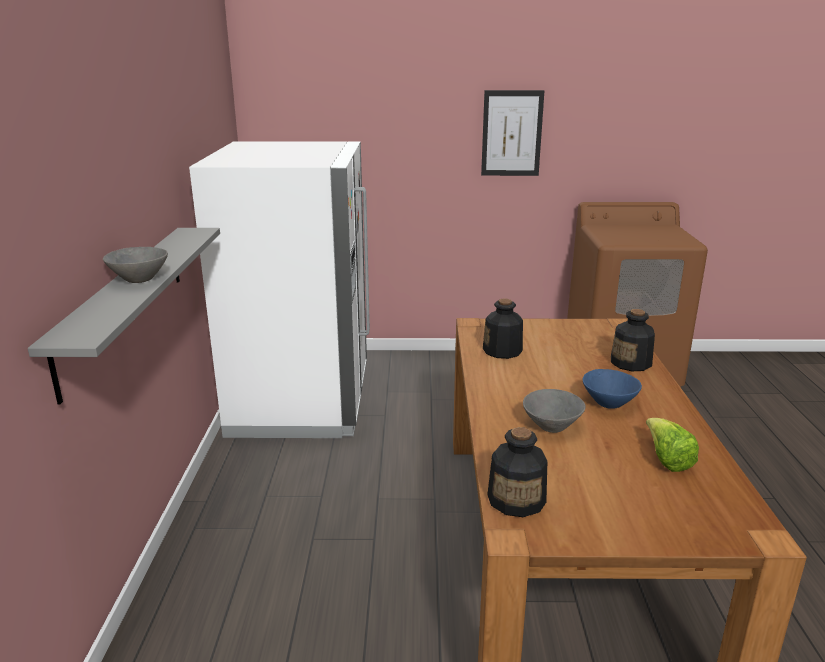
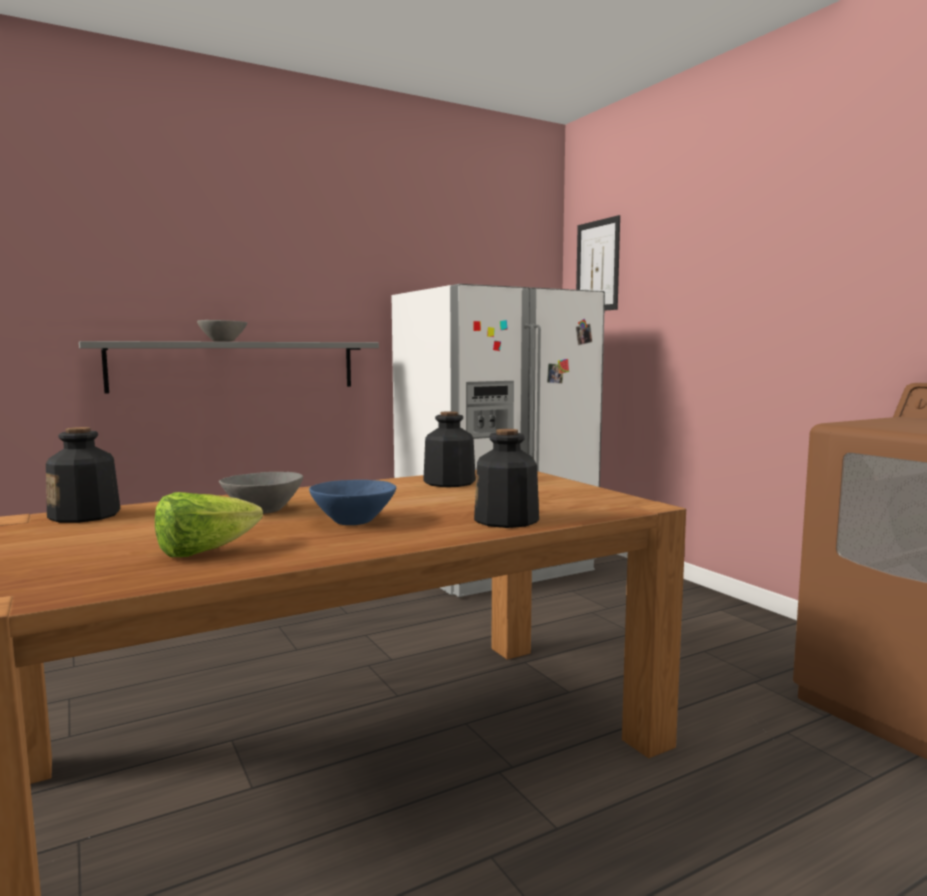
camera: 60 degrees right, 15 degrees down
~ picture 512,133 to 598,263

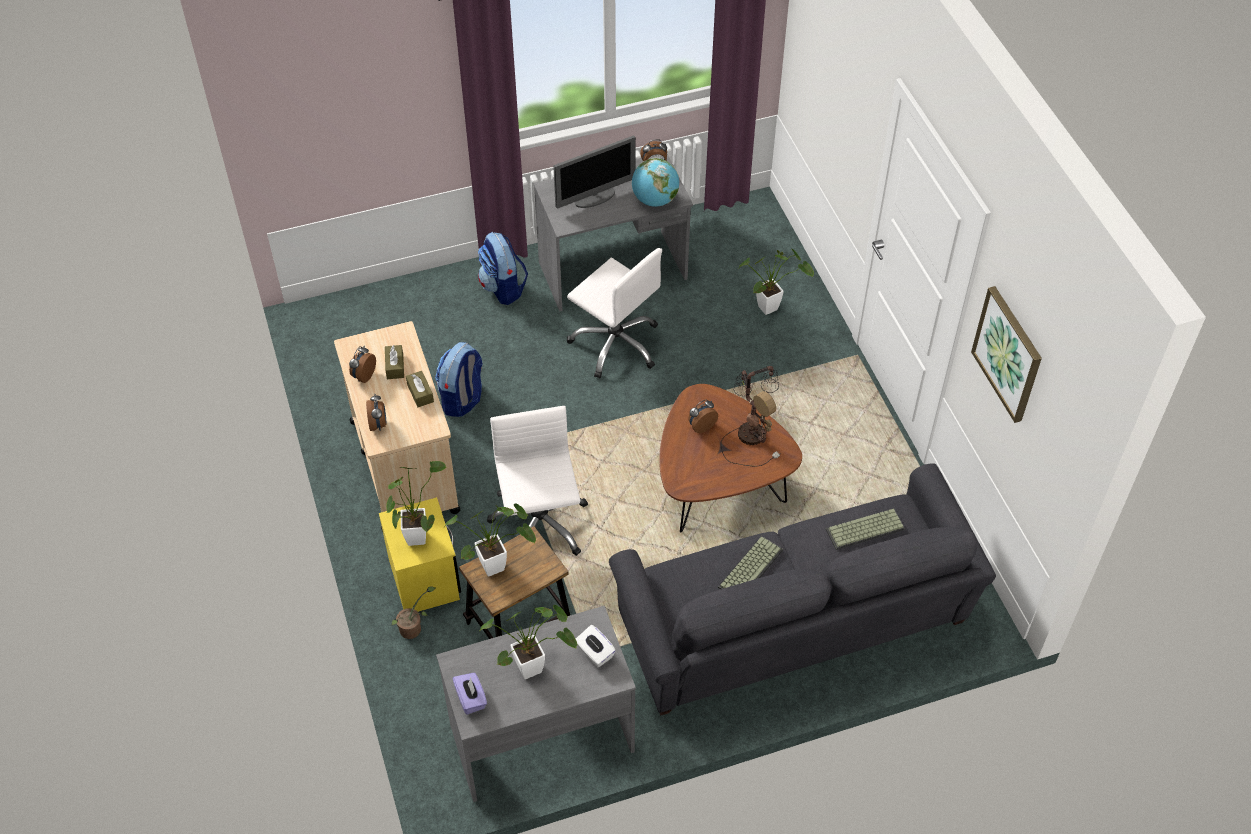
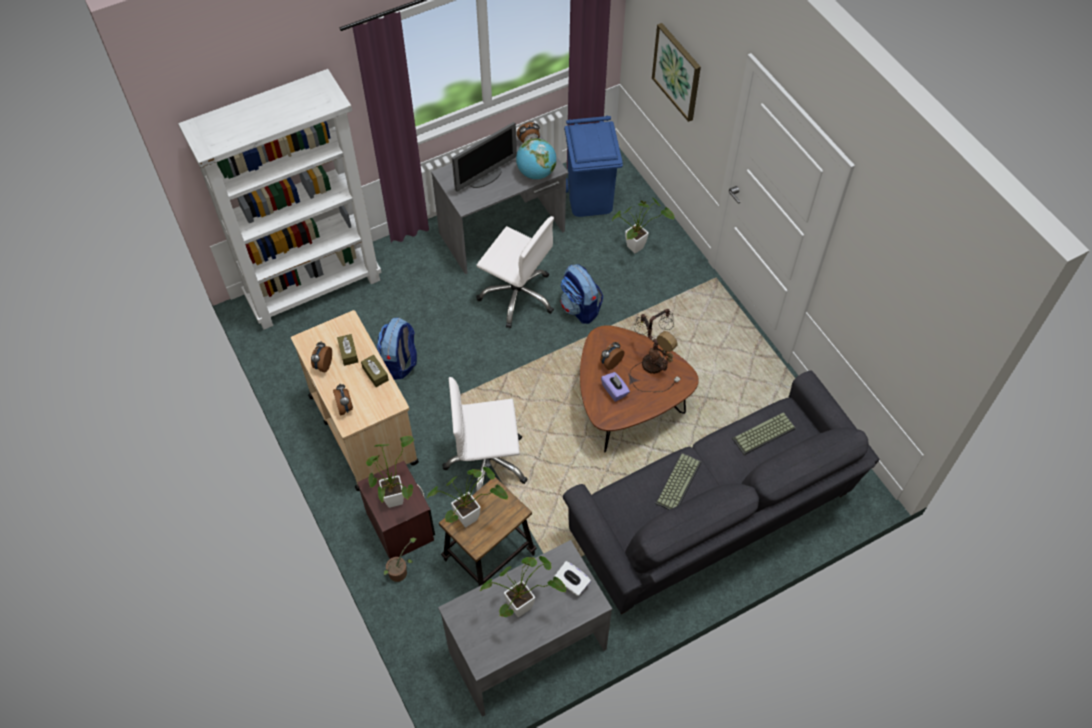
camera: 10 degrees left, 5 degrees up
+ white_bookcase 280,199
+ blue_trash_can 593,166
~ purple_tissue_box 470,694 to 615,387
~ backpack 503,268 to 582,294
~ picture 1006,354 to 676,72
~ yellow_nightstand 420,554 to brown_nightstand 396,510
~ white_office_chair 537,481 = 485,434 75 degrees counterclockwise

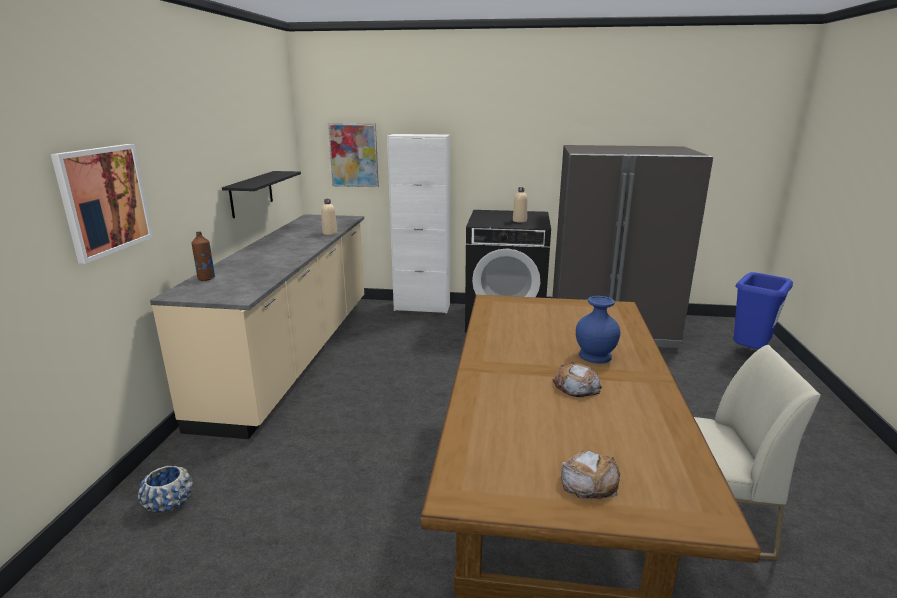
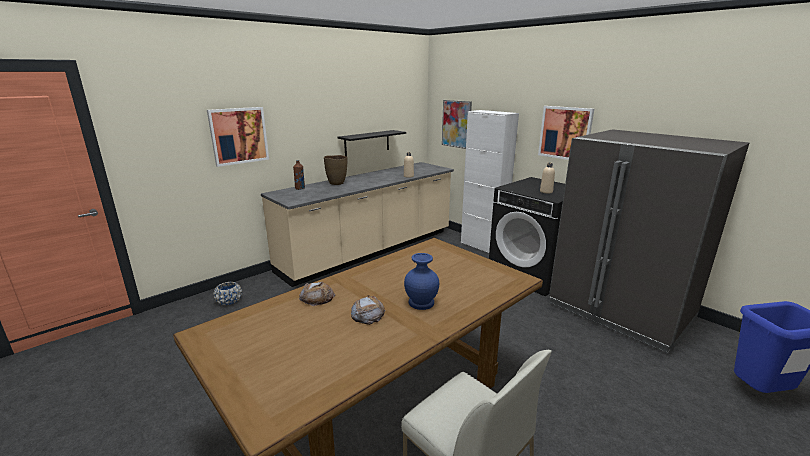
camera: 40 degrees right, 0 degrees up
+ brown_vase 336,170
+ picture 566,133
~ bread 590,474 to 317,294

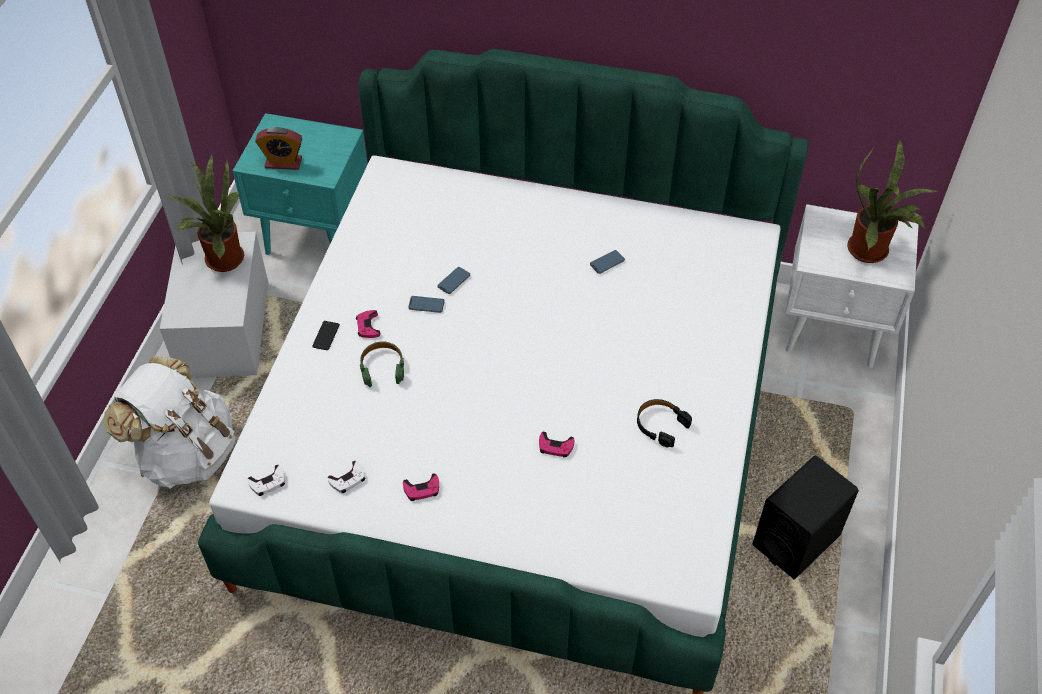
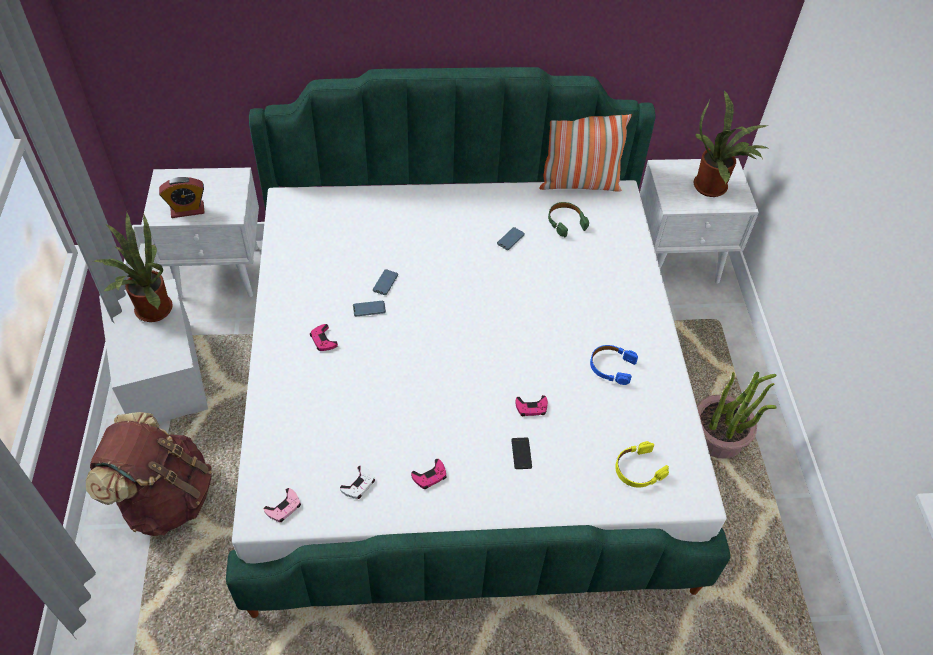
camera: 20 degrees left, 0 degrees up
+ pillow 585,153
+ yellow_headphones 642,464
~ phone 326,335 to 521,453
~ green_headphones 382,364 to 568,220
~ black_speaker 806,517 to potted_plant 737,415
~ white_backpack 169,422 to brown_backpack 149,474
~ turquoise_nightstand 300,184 to white_nightstand 200,233
~ white_game_controller 266,480 to pink_game_controller 282,505
~ black_headphones 664,423 to blue_headphones 614,365

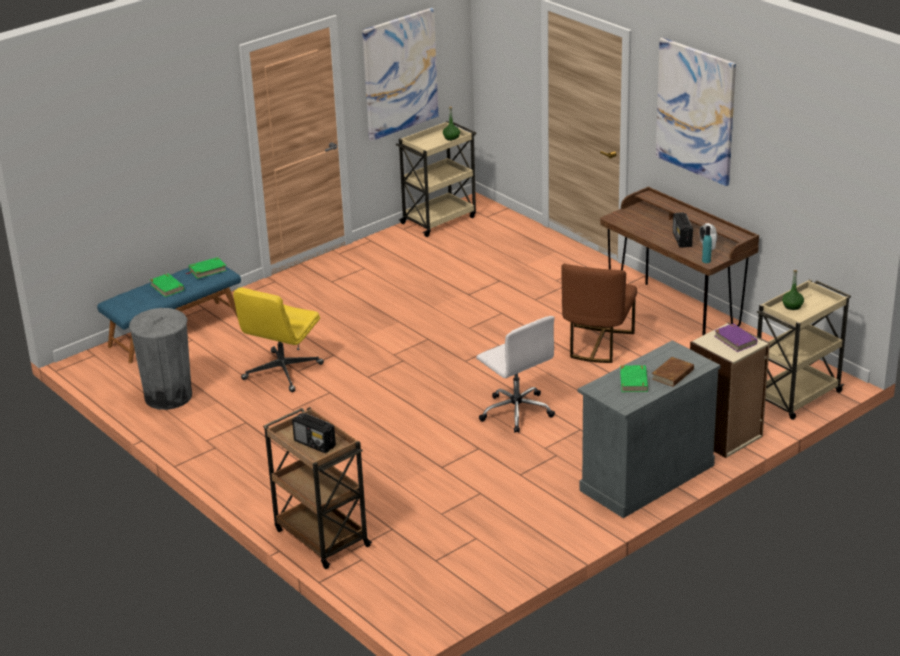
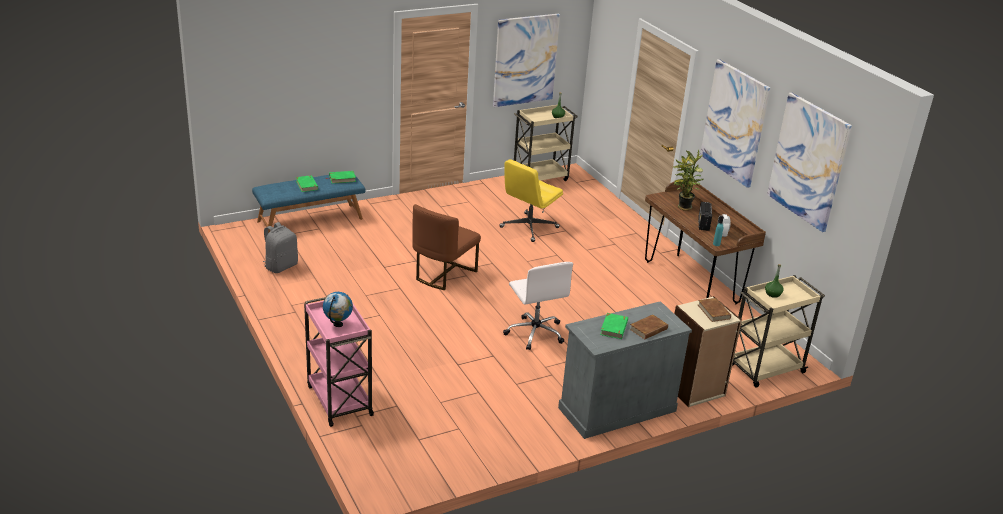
camera: 10 degrees right, 0 degrees up
+ potted_plant 688,180
+ picture 809,162
~ yellow_office_chair 278,339 to 531,200
~ brown_chair 599,313 to 446,247
~ grey_trash_can 160,359 to grey_backpack 280,247
~ radio 314,433 to globe 338,309
~ brown_cart 317,488 to pink_cart 339,360
~ purple_book 735,337 to brown_book 714,310

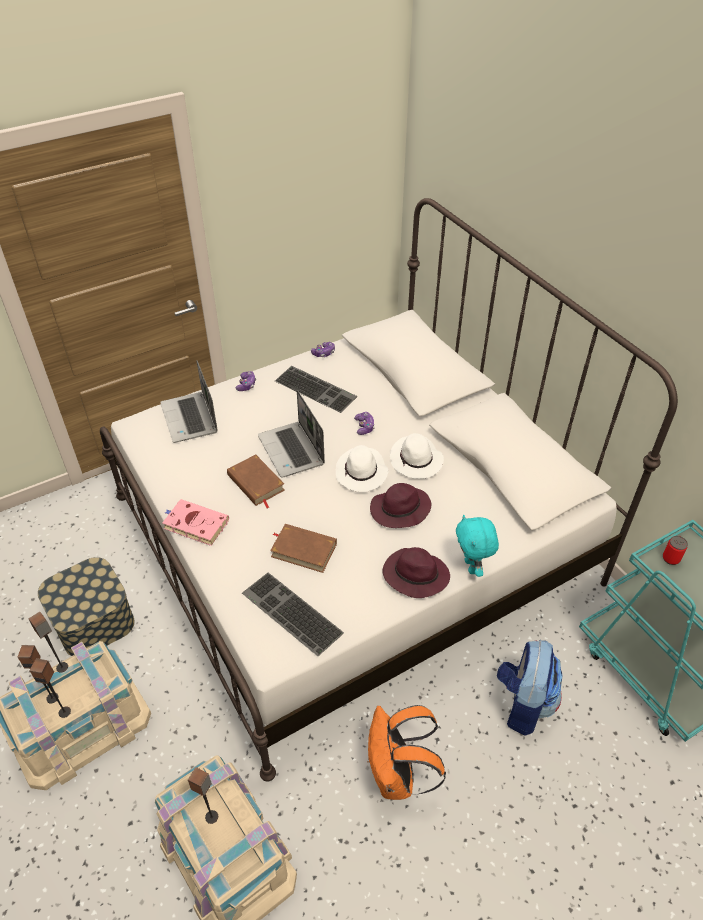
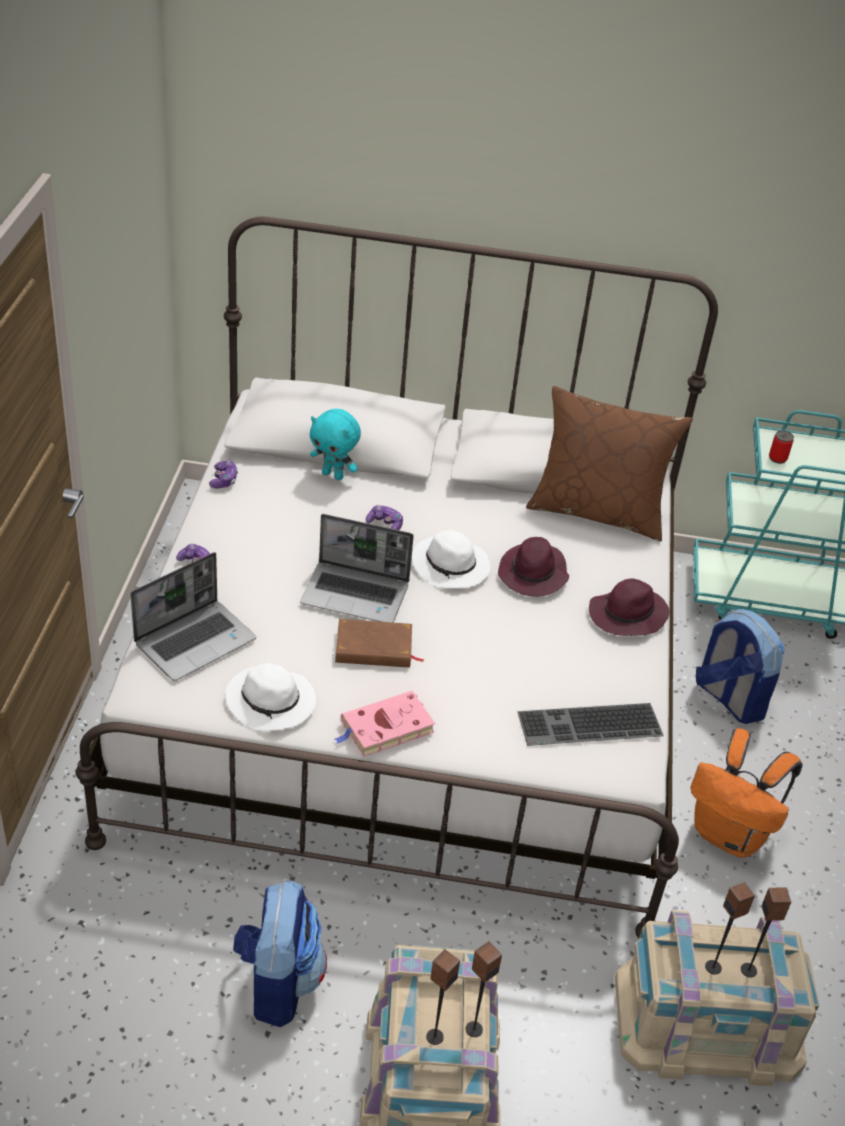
camera: 55 degrees left, 5 degrees down
- brown_book 303,548
- keyboard 316,389
+ brown_pillow 609,464
~ speaker 48,642 to 766,932
~ white_hat 417,456 to 270,697
~ turquoise_plush_toy 477,545 to 335,444
~ storage_box 86,606 to backpack 280,954
~ laptop 189,401 = 193,616 60 degrees counterclockwise

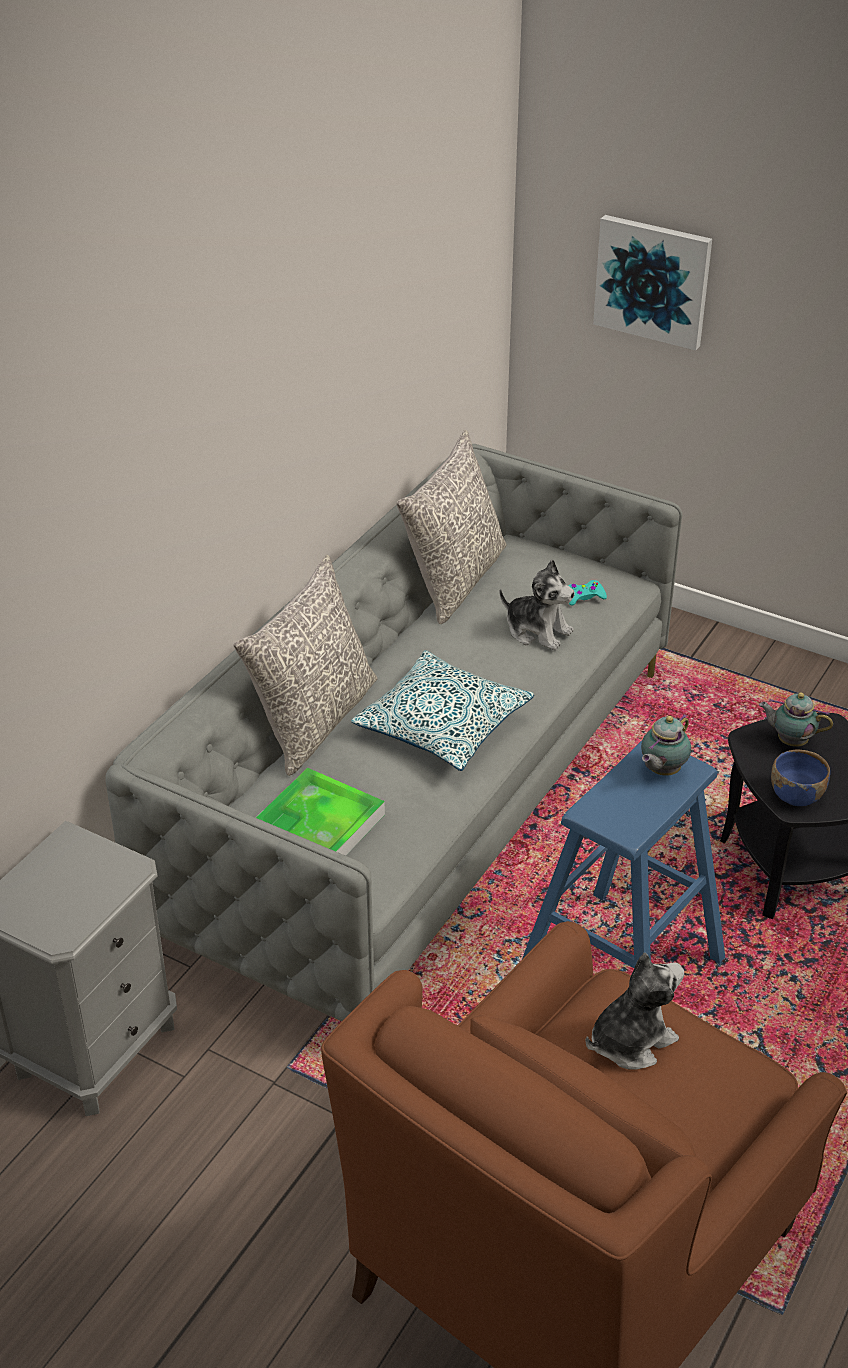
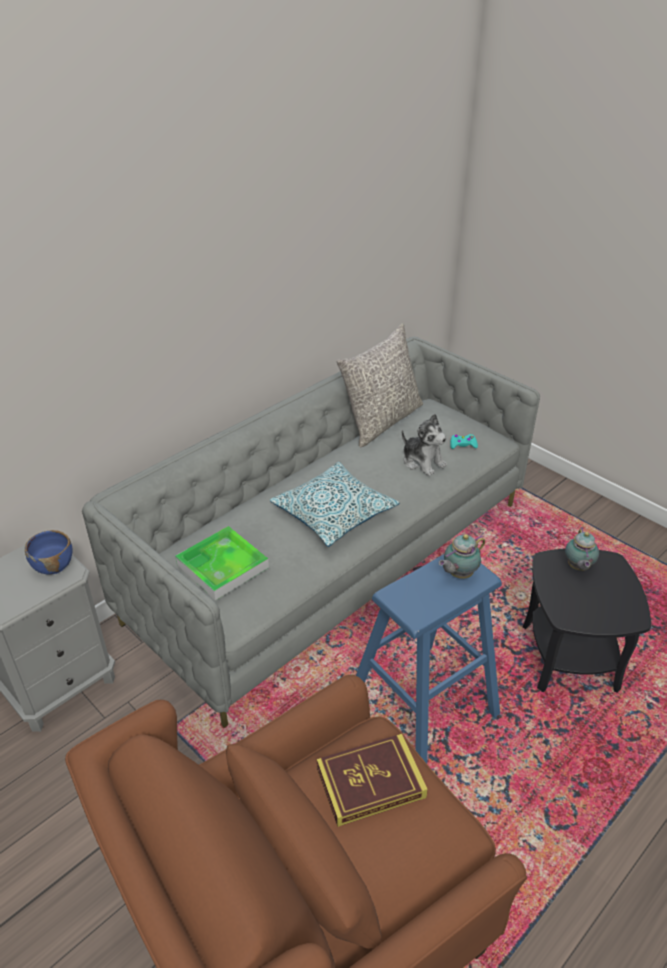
camera: 15 degrees right, 0 degrees up
- grey_pillow 305,665
- picture 652,282
~ blue_bowl 800,777 to 49,552
~ plush_toy 635,1011 to book 372,780
~ teapot 796,720 = 582,549 120 degrees counterclockwise

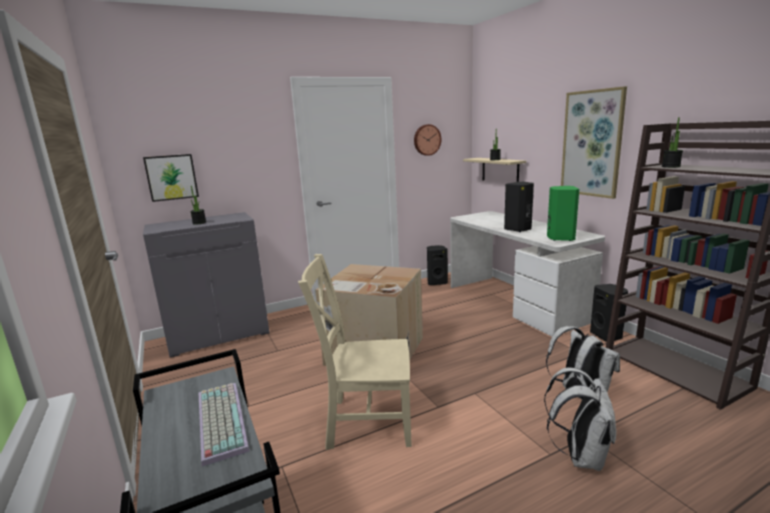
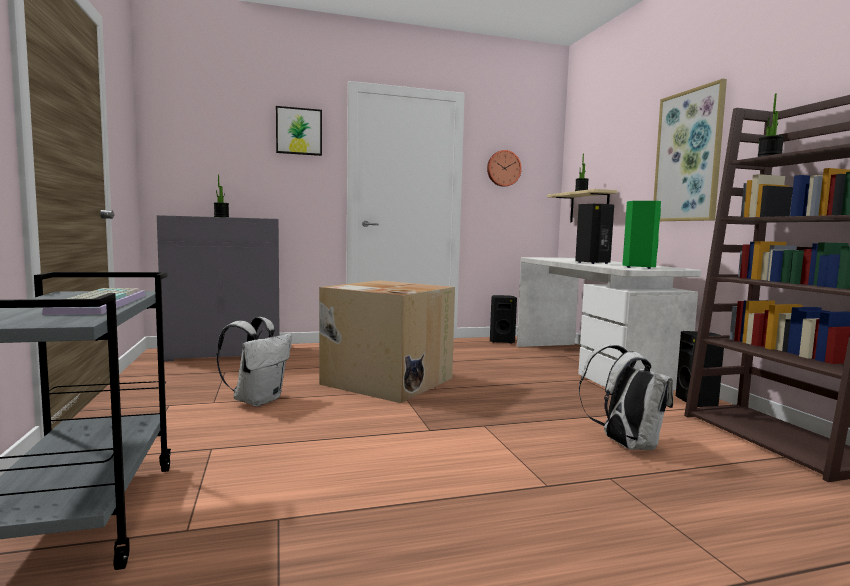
camera: 10 degrees right, 10 degrees down
- beige_chair 355,352
~ picture 171,178 to 299,131
~ white_backpack 580,419 to 254,362

